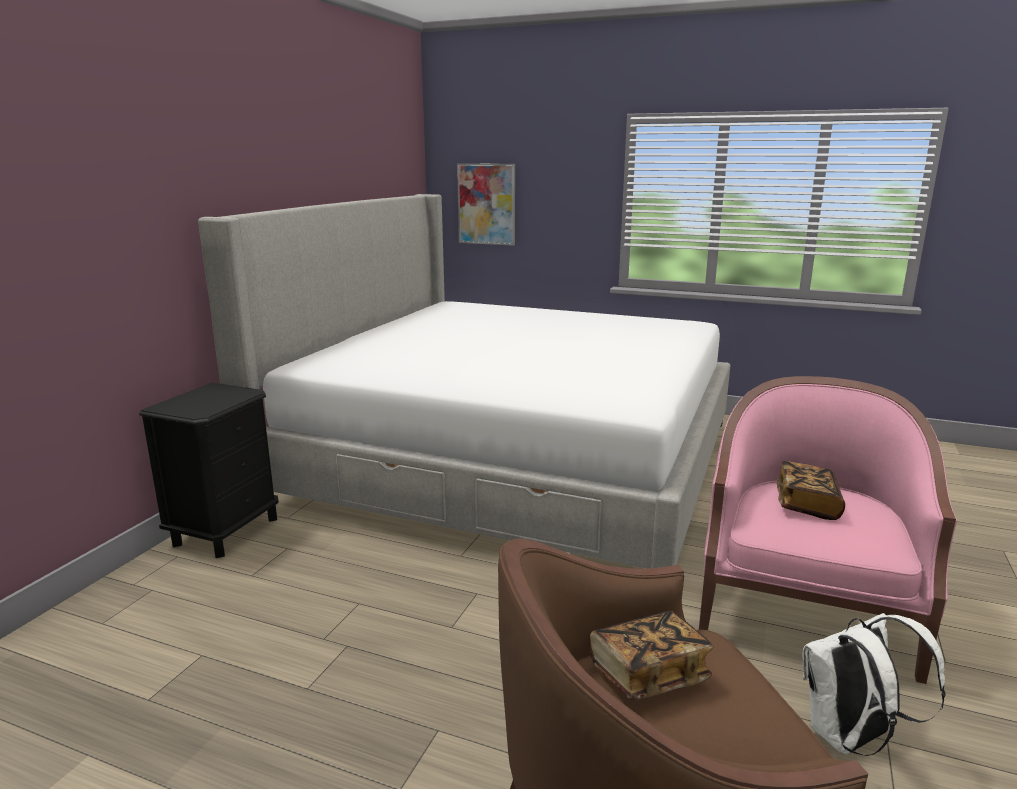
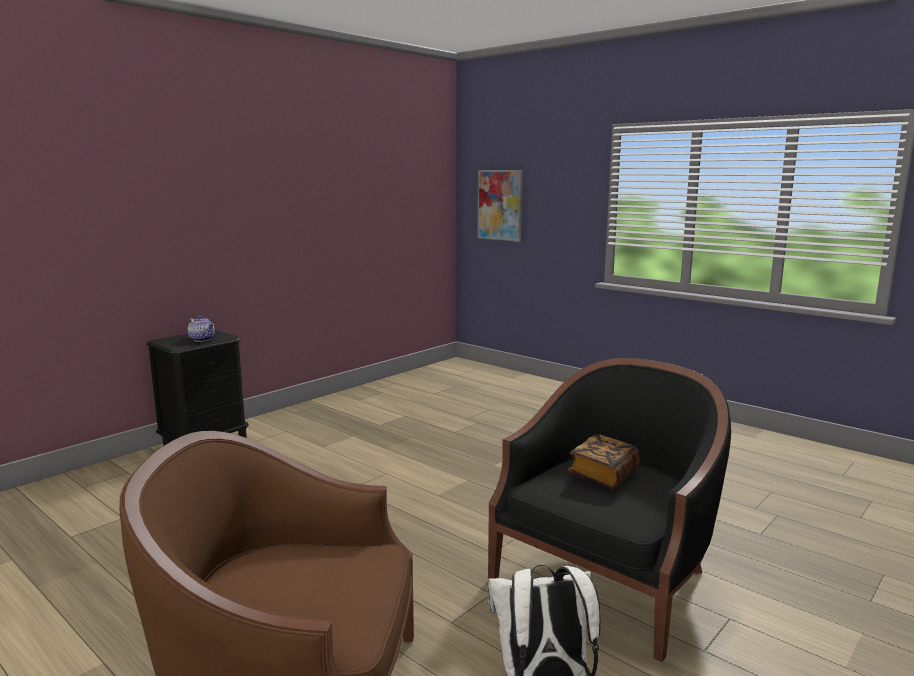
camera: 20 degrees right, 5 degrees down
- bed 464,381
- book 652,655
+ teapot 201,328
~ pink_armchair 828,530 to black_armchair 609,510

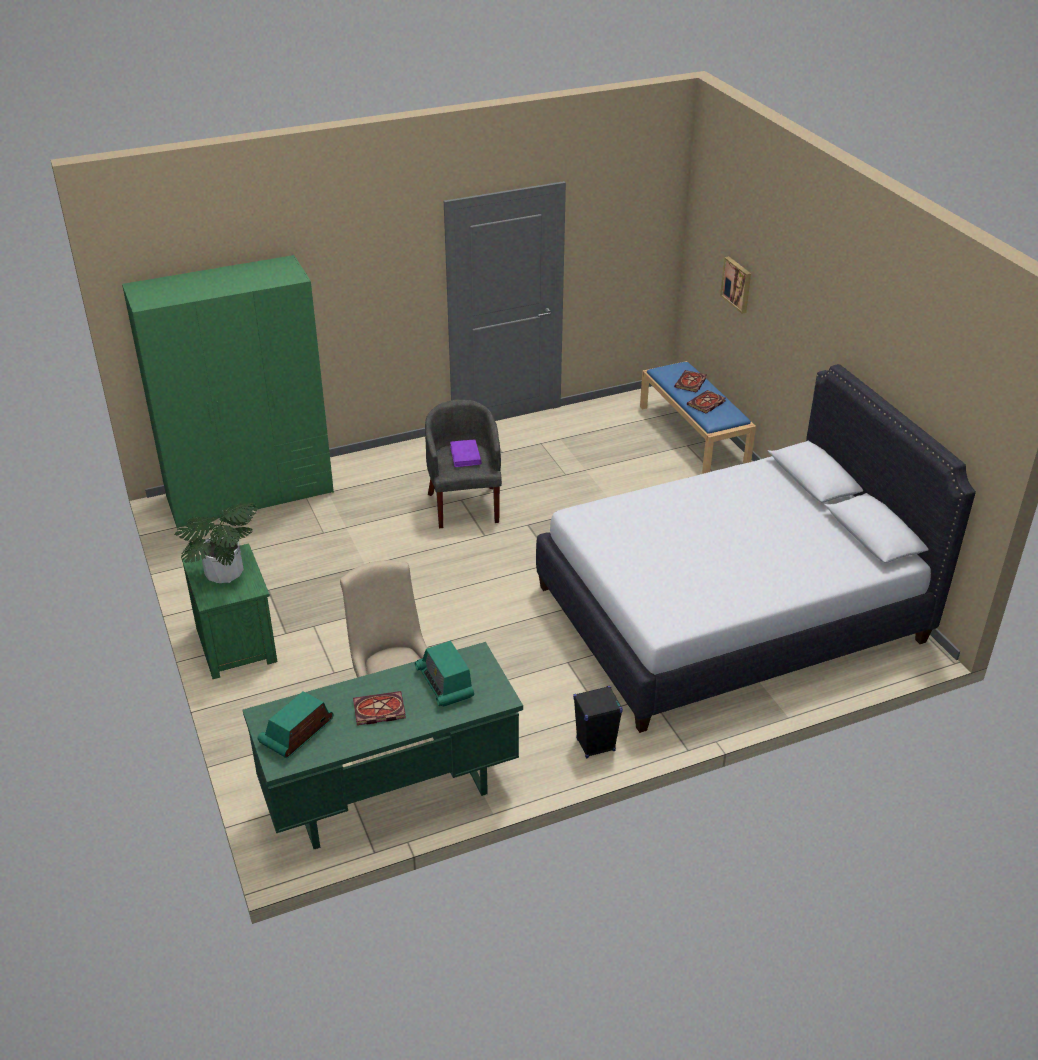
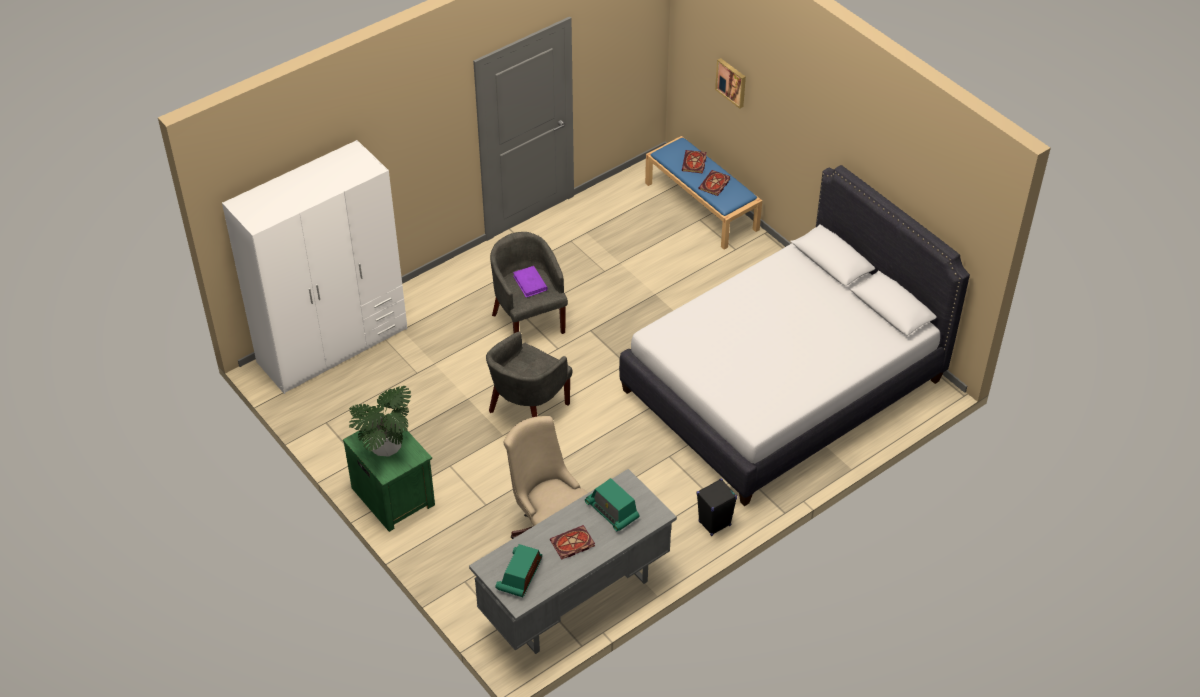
camera: 15 degrees left, 10 degrees up
+ grey_armchair 529,374
~ green_wardrobe 228,392 to white_wardrobe 314,267
~ green_desk 383,745 to grey_desk 573,561

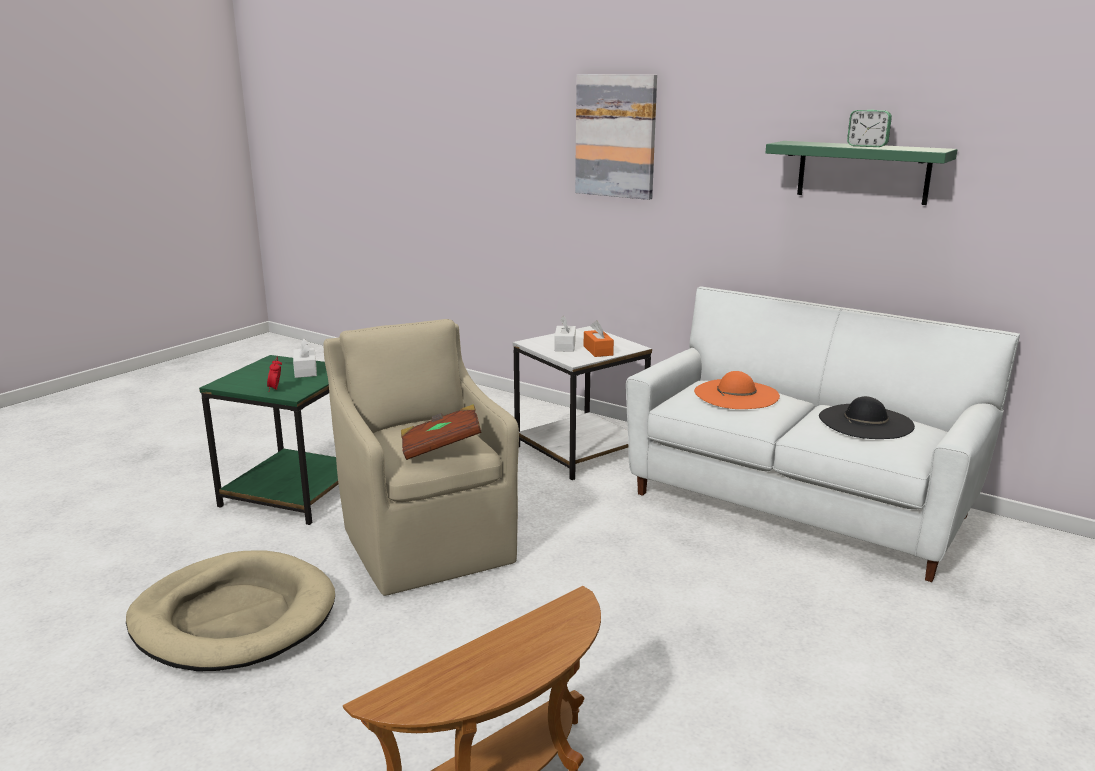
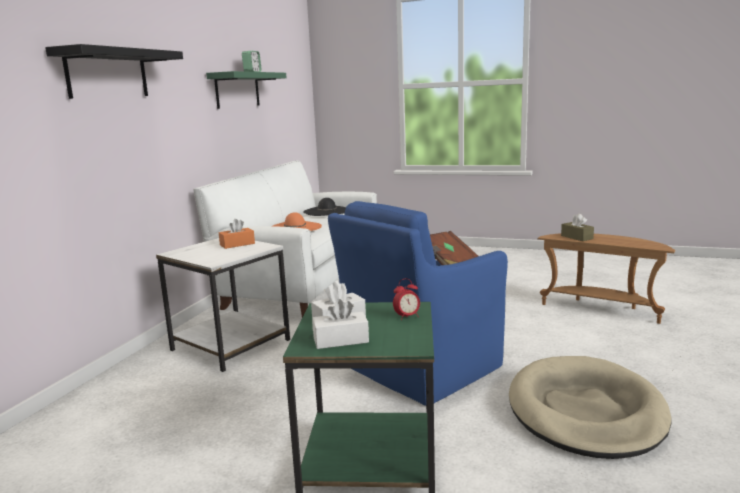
camera: 105 degrees left, 5 degrees down
+ brown_tissue_box 577,227
~ white_tissue_box 565,334 to 340,324
~ picture 616,137 to black_shelf 114,71
~ beige_armchair 421,457 to blue_armchair 418,303

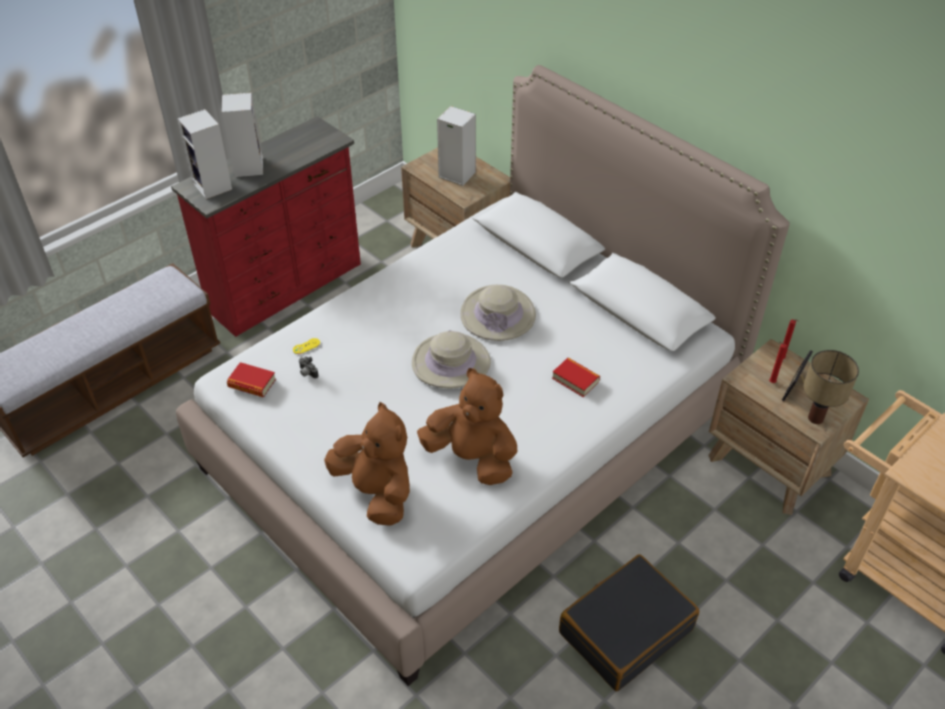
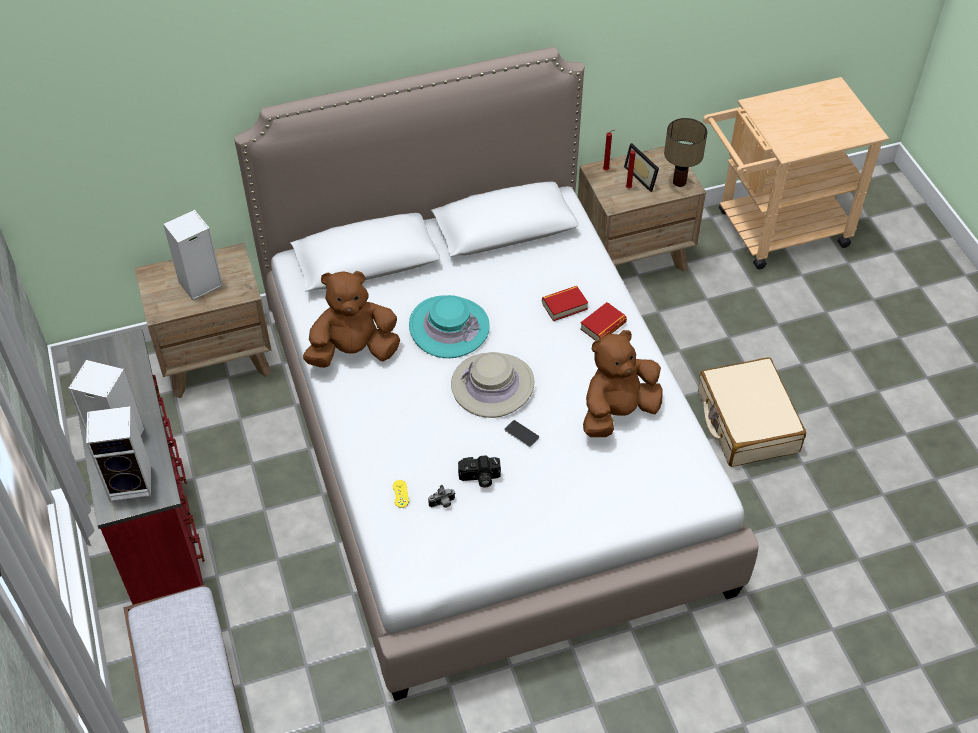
camera: 65 degrees left, 5 degrees up
+ photo_camera 479,471
+ phone 522,433
~ book 251,379 to 603,321
~ brown_plush_toy 367,464 to 351,319
~ beige_hat 498,313 to turquoise_hat 449,326
~ black_suitcase 629,622 to beige_suitcase 752,412

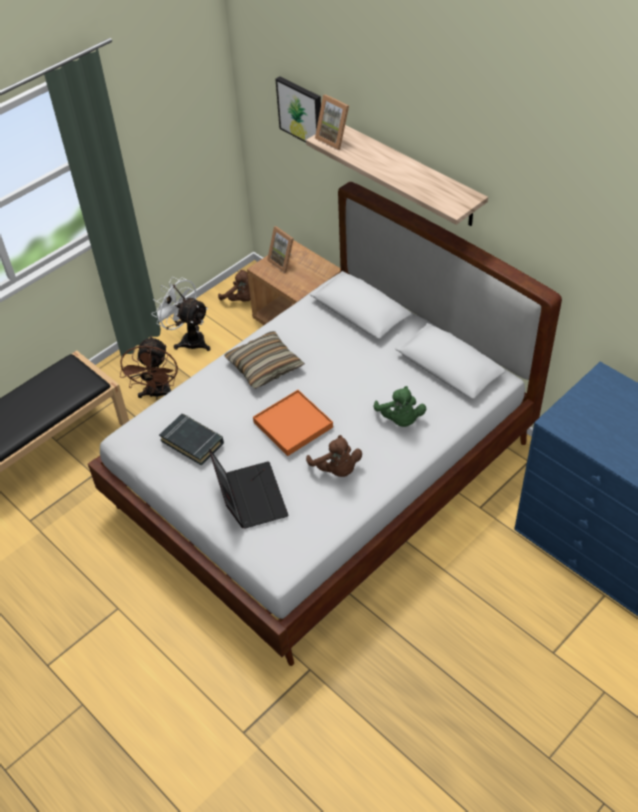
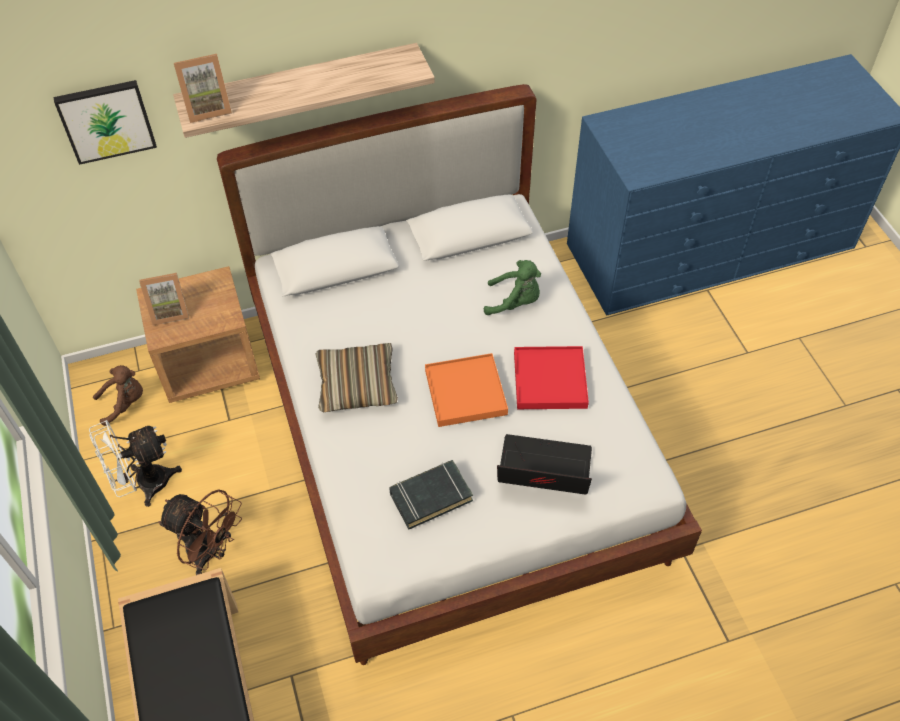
camera: 65 degrees left, 5 degrees up
~ brown_plush_toy 334,456 to red_tray 551,377

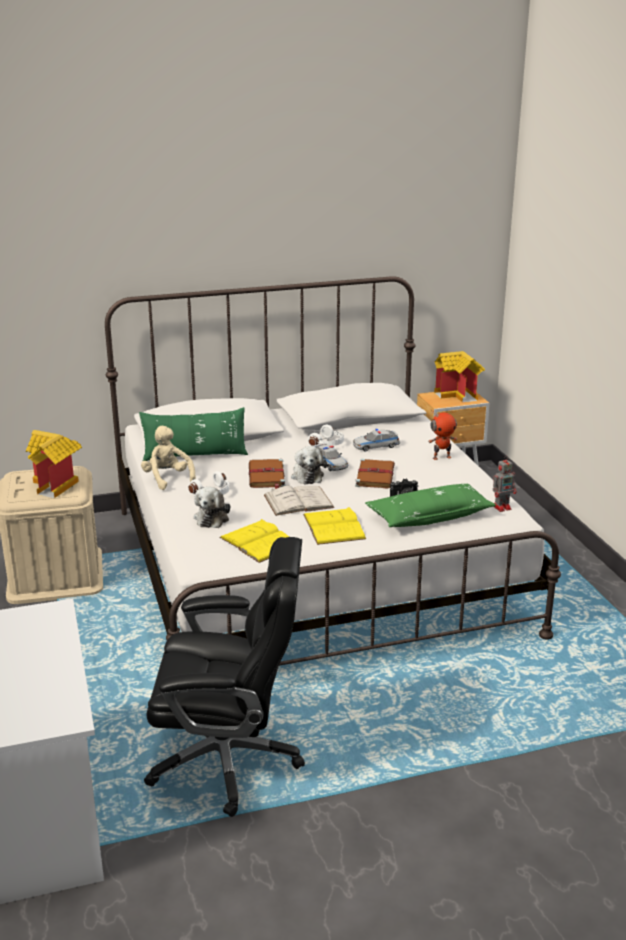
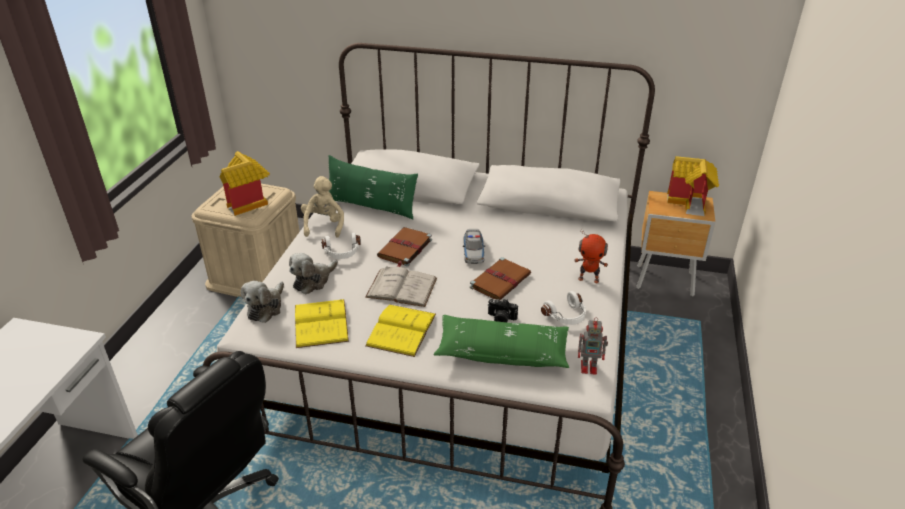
camera: 30 degrees right, 10 degrees up
- toy_car 376,440
~ plush_toy 309,465 to 262,302
~ white_headphones 326,435 to 563,308

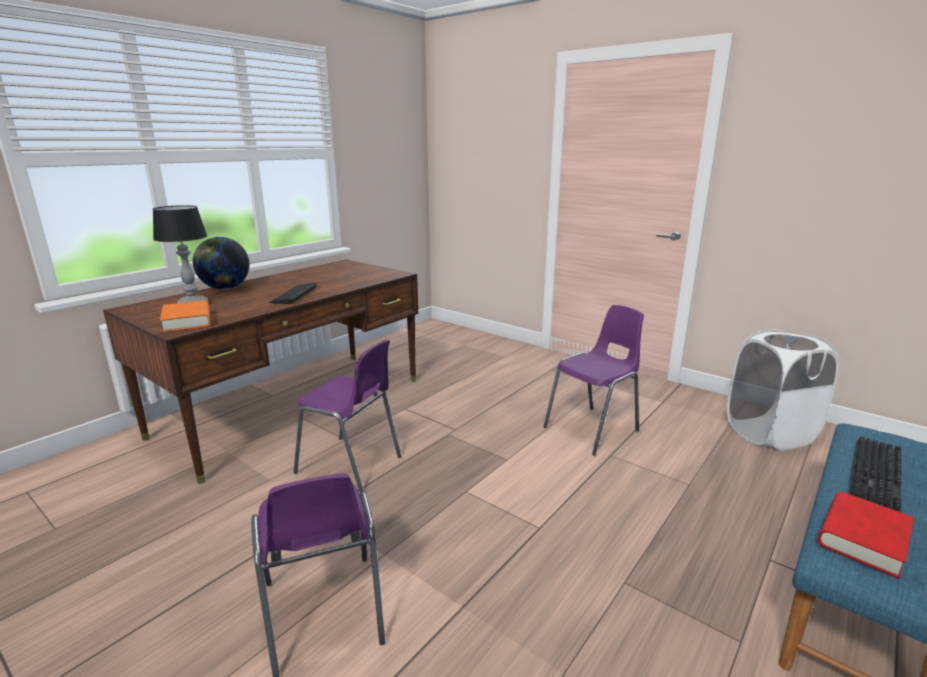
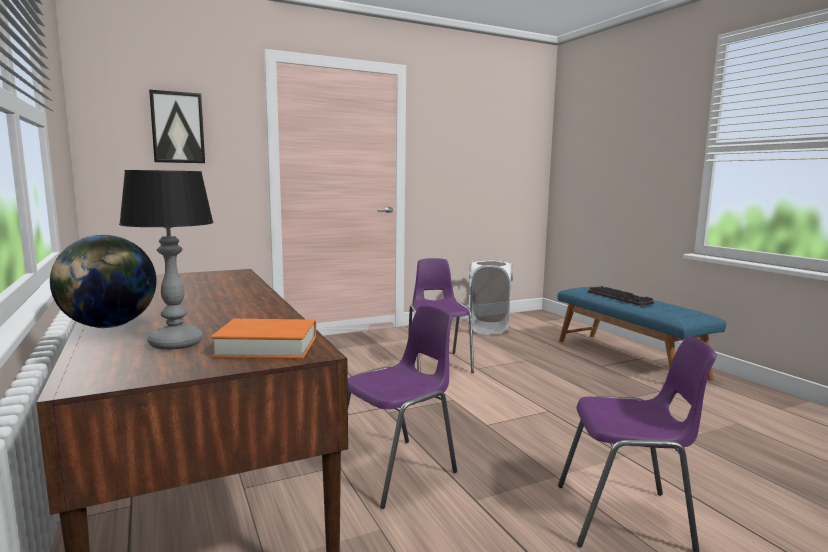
camera: 65 degrees left, 10 degrees down
- keyboard 292,293
- red_book 866,535
+ picture 177,126

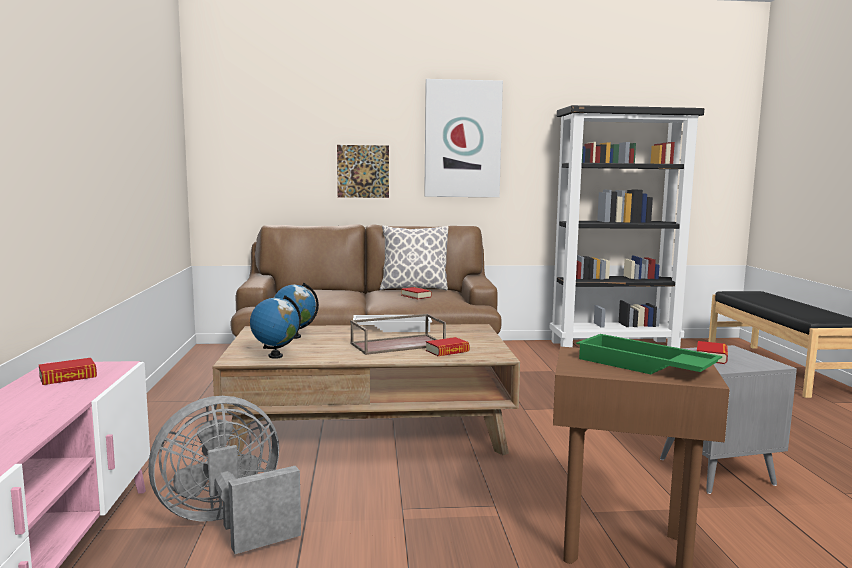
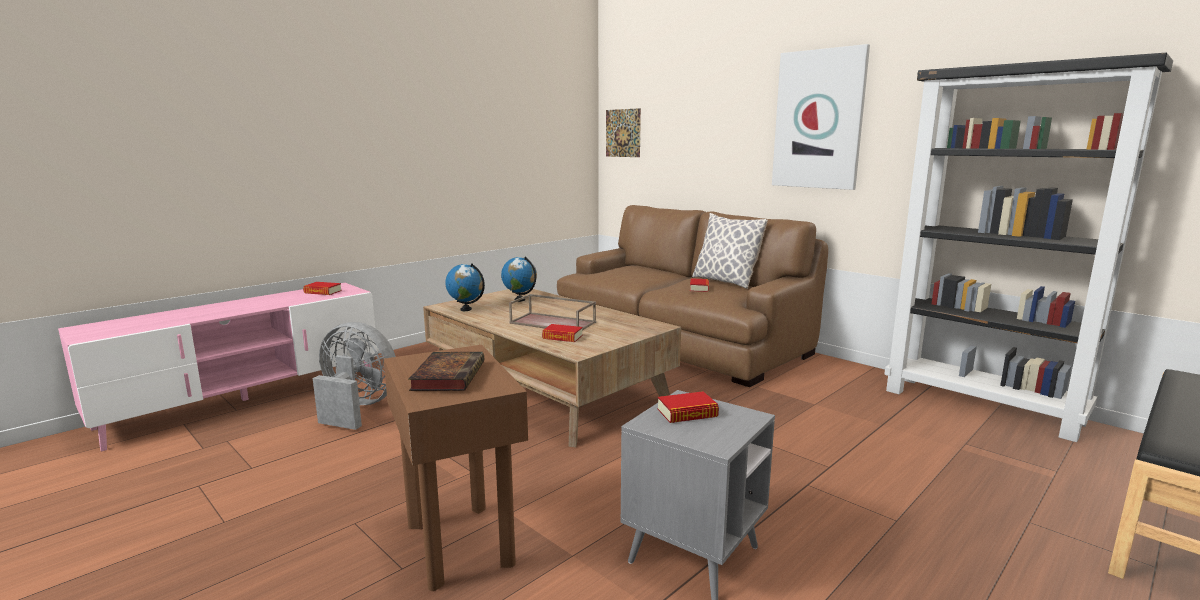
camera: 50 degrees right, 5 degrees up
- white_tray 392,323
~ picture 363,171 to 623,132
~ green_tray 649,354 to book 446,371

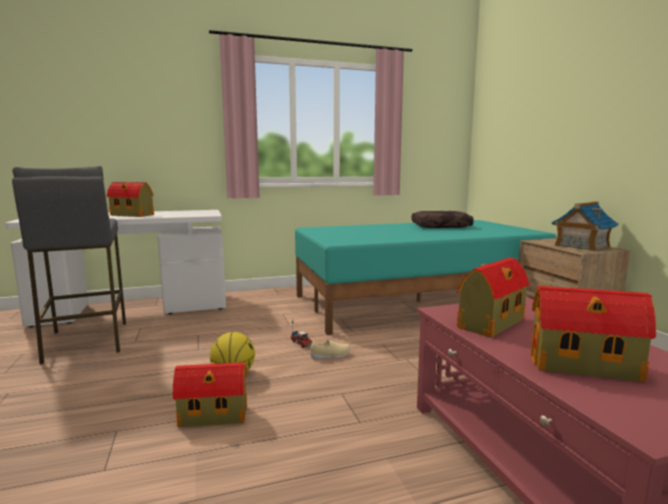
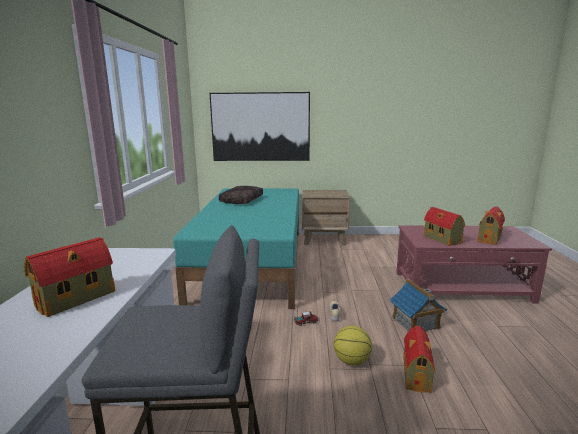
camera: 70 degrees left, 5 degrees up
+ picture 259,126
~ toy_house 585,227 to 419,305

